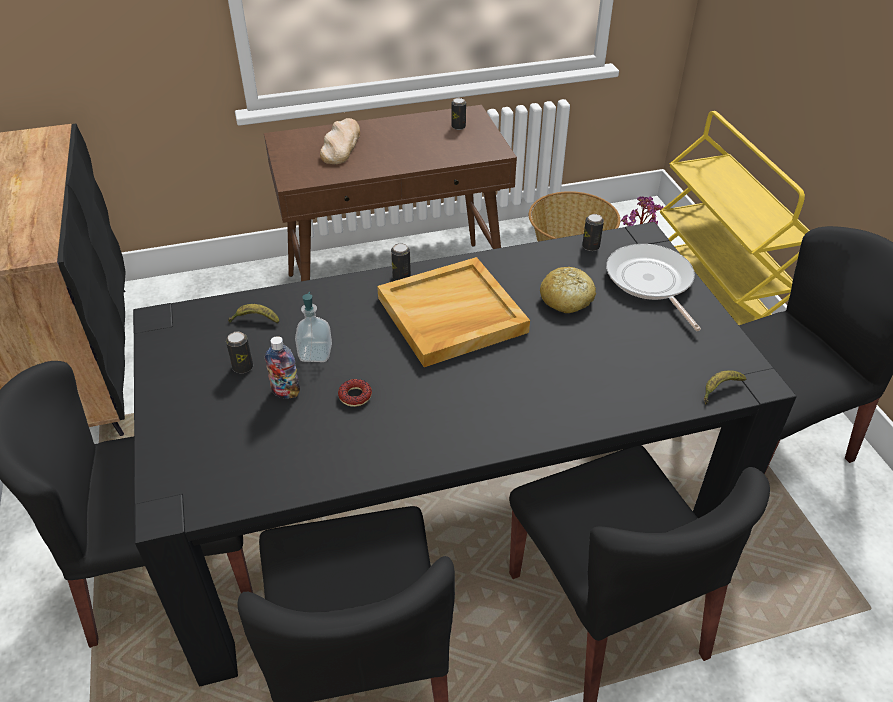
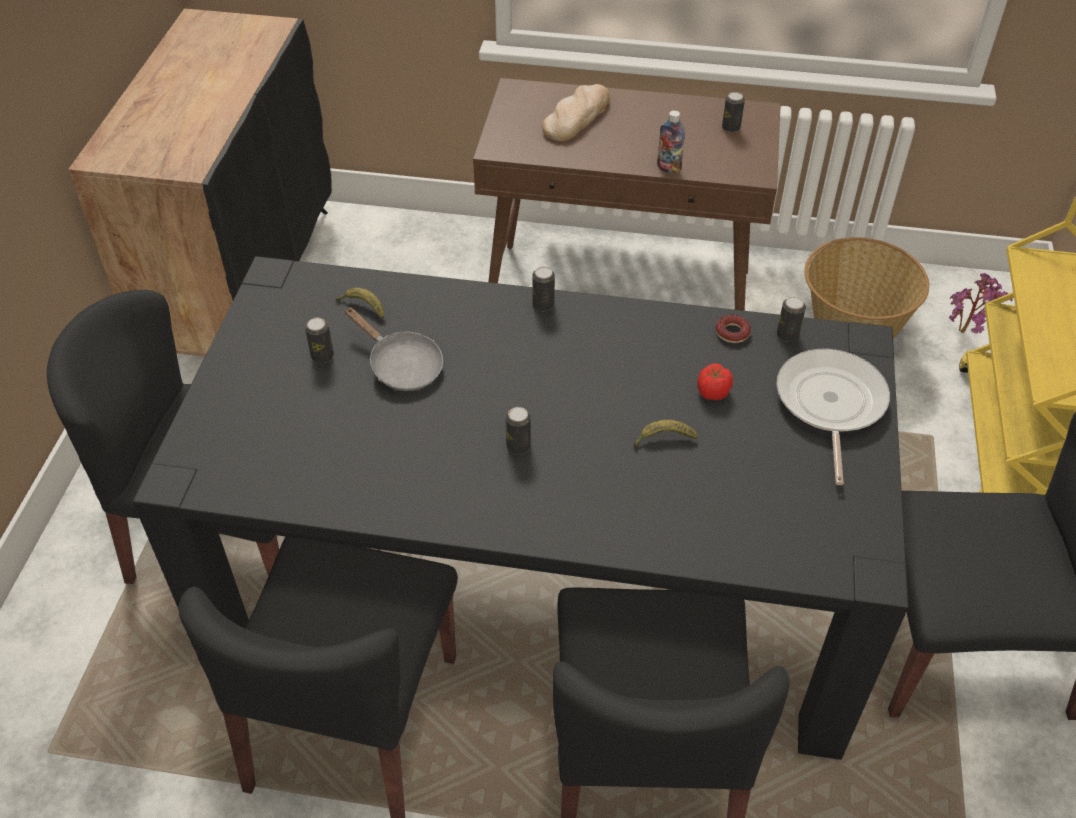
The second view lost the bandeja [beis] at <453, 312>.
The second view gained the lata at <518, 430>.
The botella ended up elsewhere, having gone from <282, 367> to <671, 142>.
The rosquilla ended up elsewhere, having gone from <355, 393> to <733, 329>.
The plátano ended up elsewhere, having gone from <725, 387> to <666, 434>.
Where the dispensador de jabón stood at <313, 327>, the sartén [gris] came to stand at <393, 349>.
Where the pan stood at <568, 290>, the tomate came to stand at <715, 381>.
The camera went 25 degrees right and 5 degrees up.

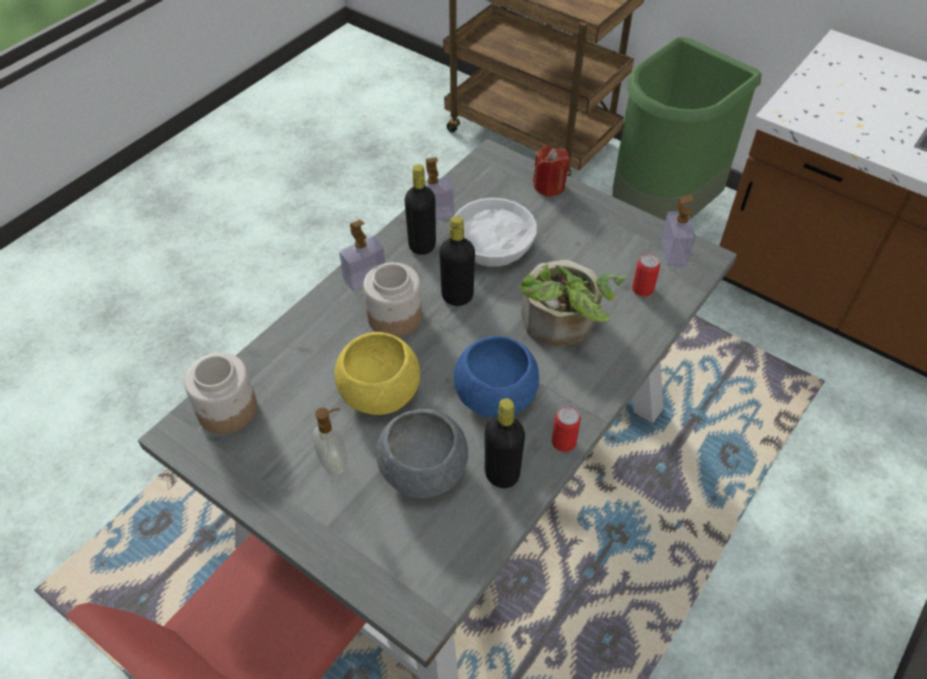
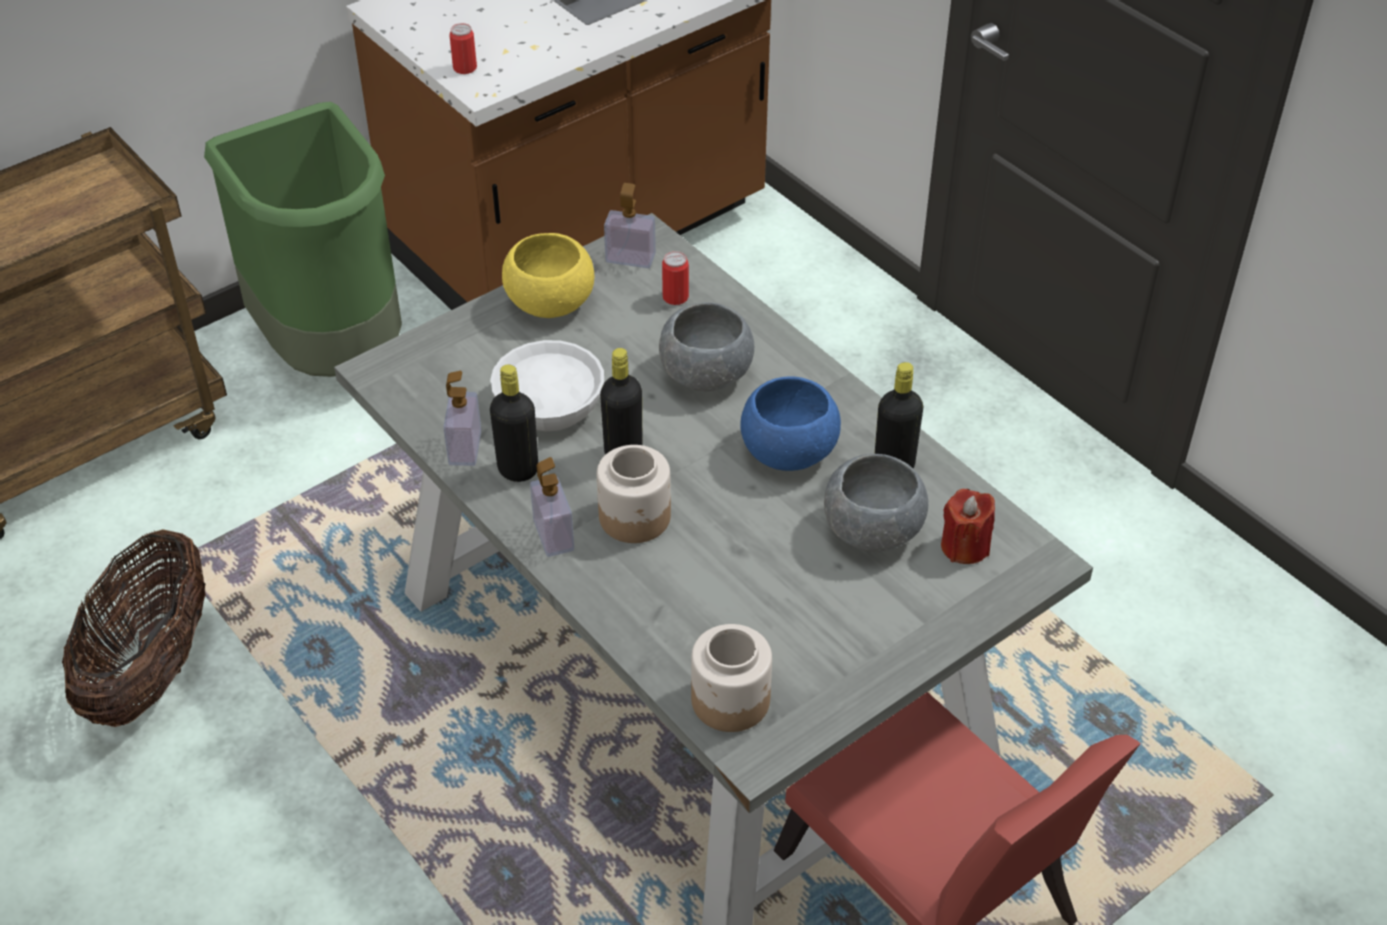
The second view lost the dispensador de jabón at <329, 442>.
The second view gained the cesta at <134, 628>.
The cuenco [amarillo] ended up elsewhere, having gone from <377, 373> to <548, 275>.
The vela [rojo] ended up elsewhere, having gone from <551, 171> to <968, 526>.
The lata ended up elsewhere, having gone from <566, 429> to <463, 48>.
Where the planta en maceta stood at <572, 303>, the cuenco [gris] came to stand at <706, 346>.
The camera went 75 degrees left and 5 degrees down.

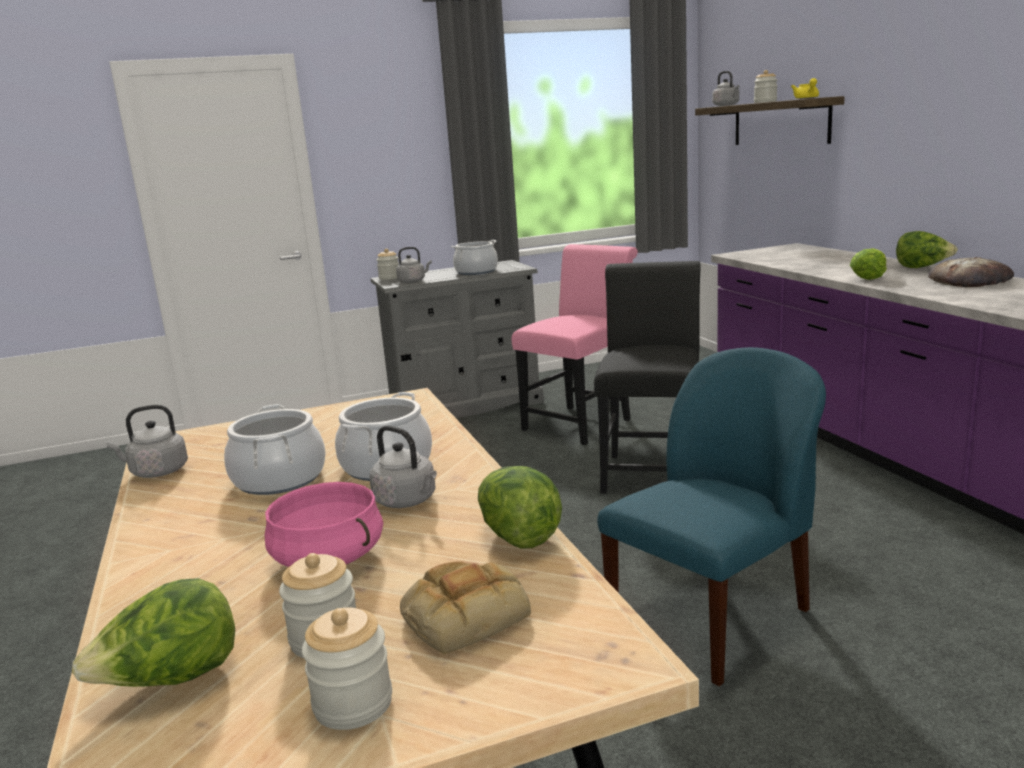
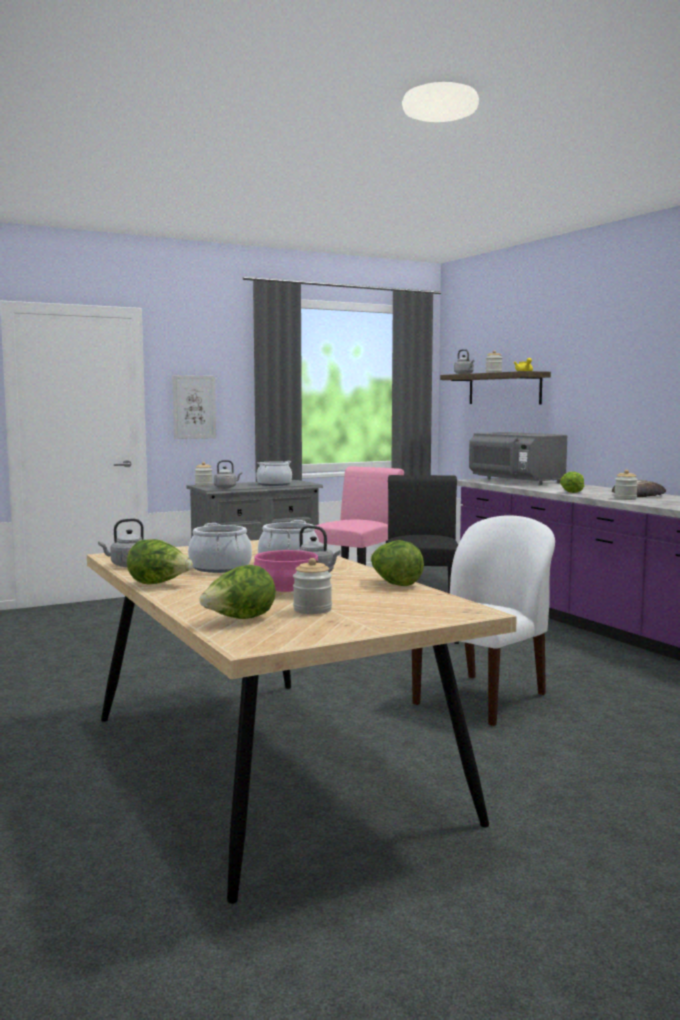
The second view lost the pan at <465, 607>.
The second view gained the cuadro at <194, 407>.
The second view gained the microondas [gris] at <518, 458>.
The tarro ended up elsewhere, having gone from <347, 669> to <626, 485>.
The lechuga ended up elsewhere, having gone from <927, 249> to <160, 562>.
What was the silla [azul] at <711, 516> turned into the silla [blanco] at <483, 620>.
The camera went 10 degrees left and 10 degrees down.

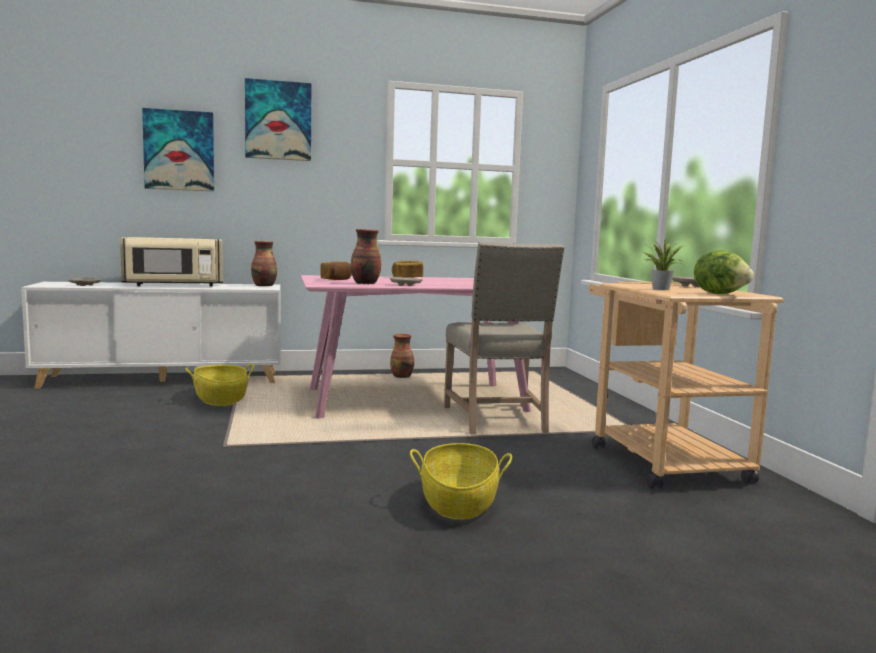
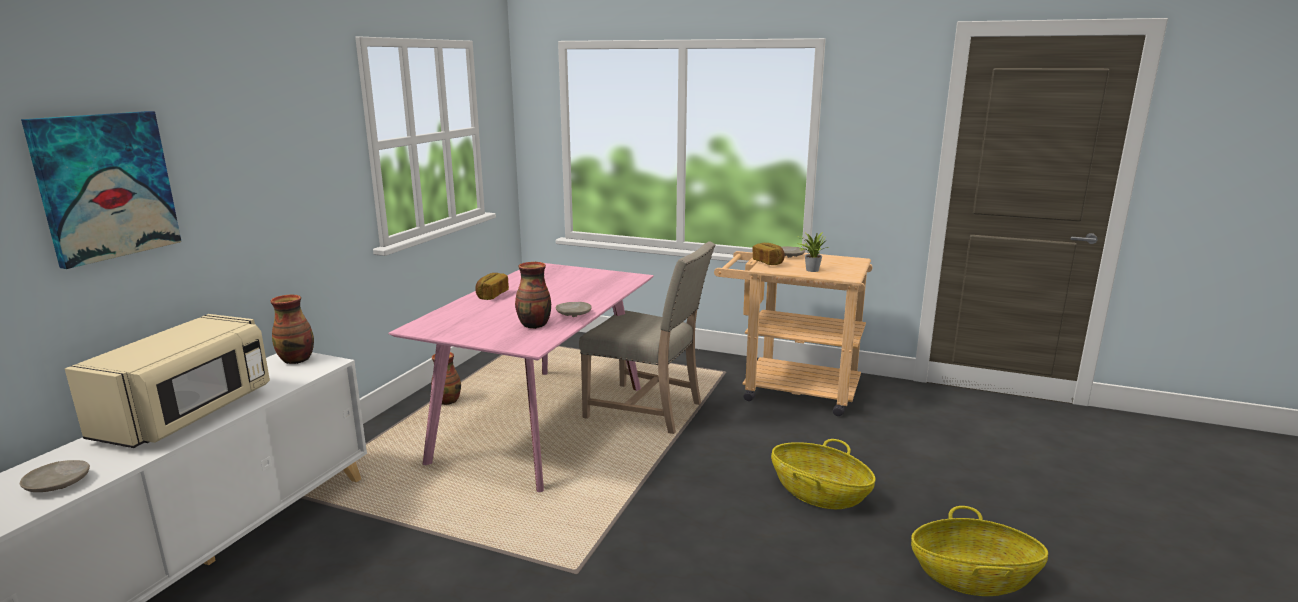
The second view lost the cuadro at <278, 119>.
The second view lost the lechuga at <724, 272>.
The cesta ended up elsewhere, having gone from <219, 384> to <979, 551>.
The pan ended up elsewhere, having gone from <336, 271> to <768, 254>.
The camera went 55 degrees left and 10 degrees up.

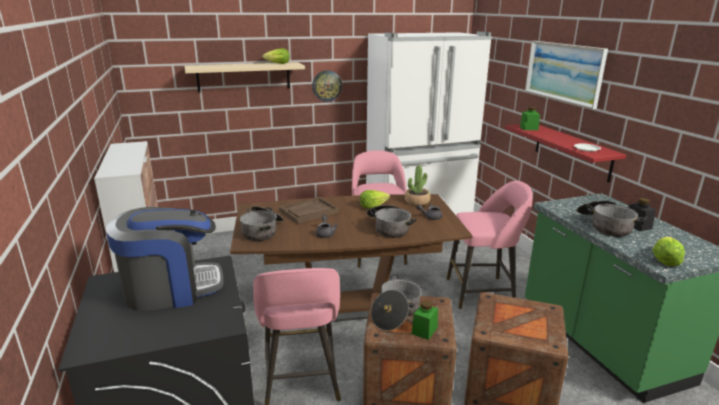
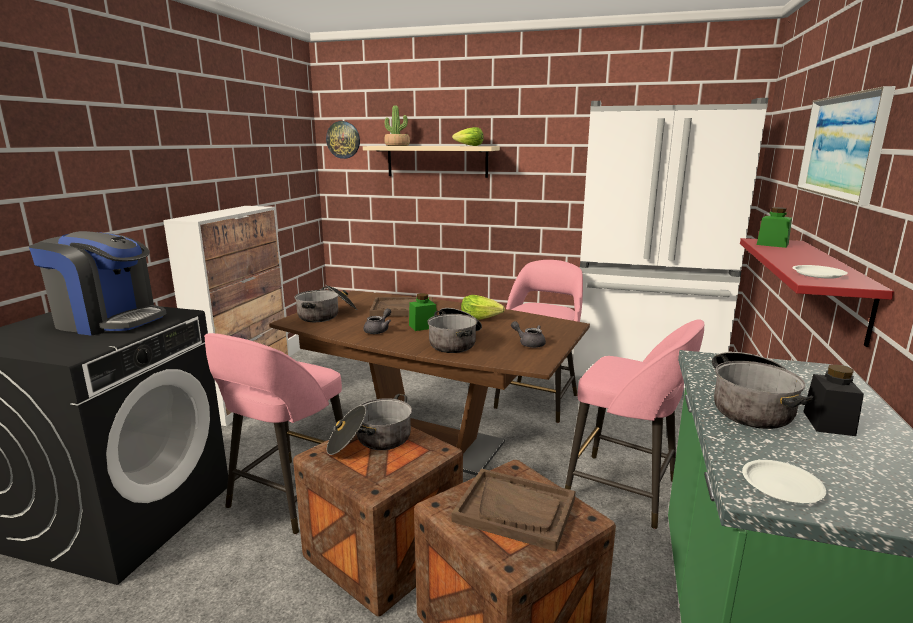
The second view gained the bandeja [marrón] at <514, 510>.
The reloj de pared ended up elsewhere, having gone from <327, 86> to <343, 140>.
The planta en maceta ended up elsewhere, having gone from <418, 185> to <397, 125>.
The tarro [verde] ended up elsewhere, having gone from <425, 320> to <423, 312>.
Where the lechuga stood at <668, 251>, the plato [blanco] came to stand at <784, 481>.
The camera went 35 degrees right and 5 degrees down.

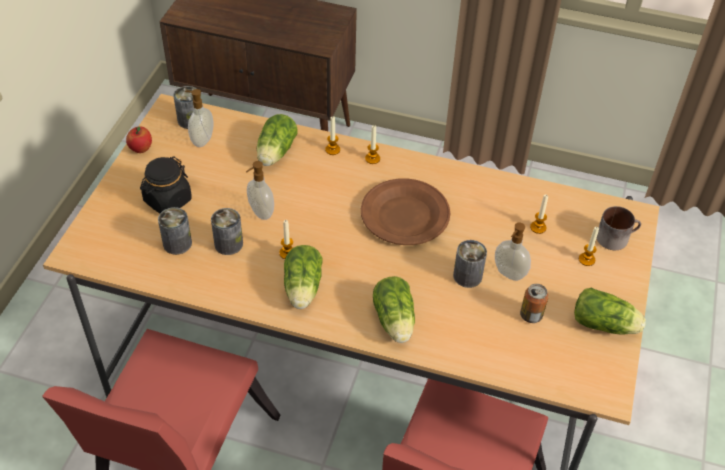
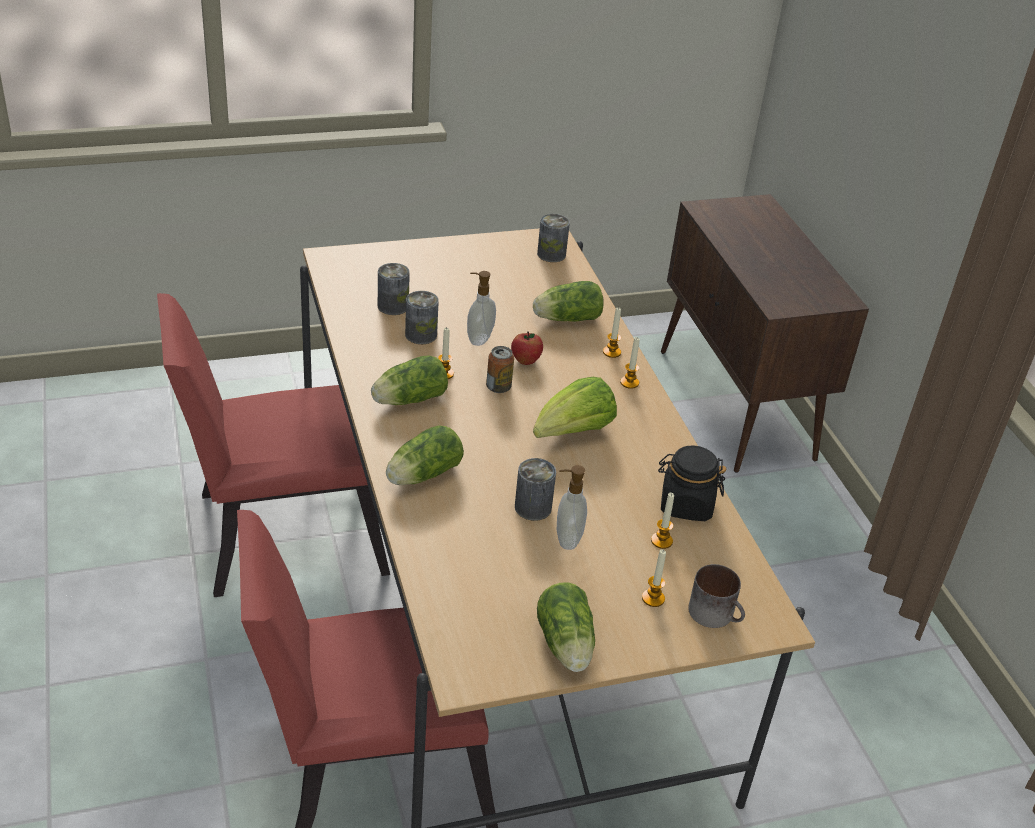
The second view lost the dispensador de jabón at <199, 118>.
The manzana ended up elsewhere, having gone from <139, 139> to <527, 348>.
The tarro [negro] ended up elsewhere, having gone from <166, 185> to <692, 483>.
The lata ended up elsewhere, having gone from <534, 303> to <500, 369>.
Where the plato [marrón] stood at <405, 211>, the lechuga came to stand at <575, 407>.
The camera went 55 degrees right and 10 degrees down.

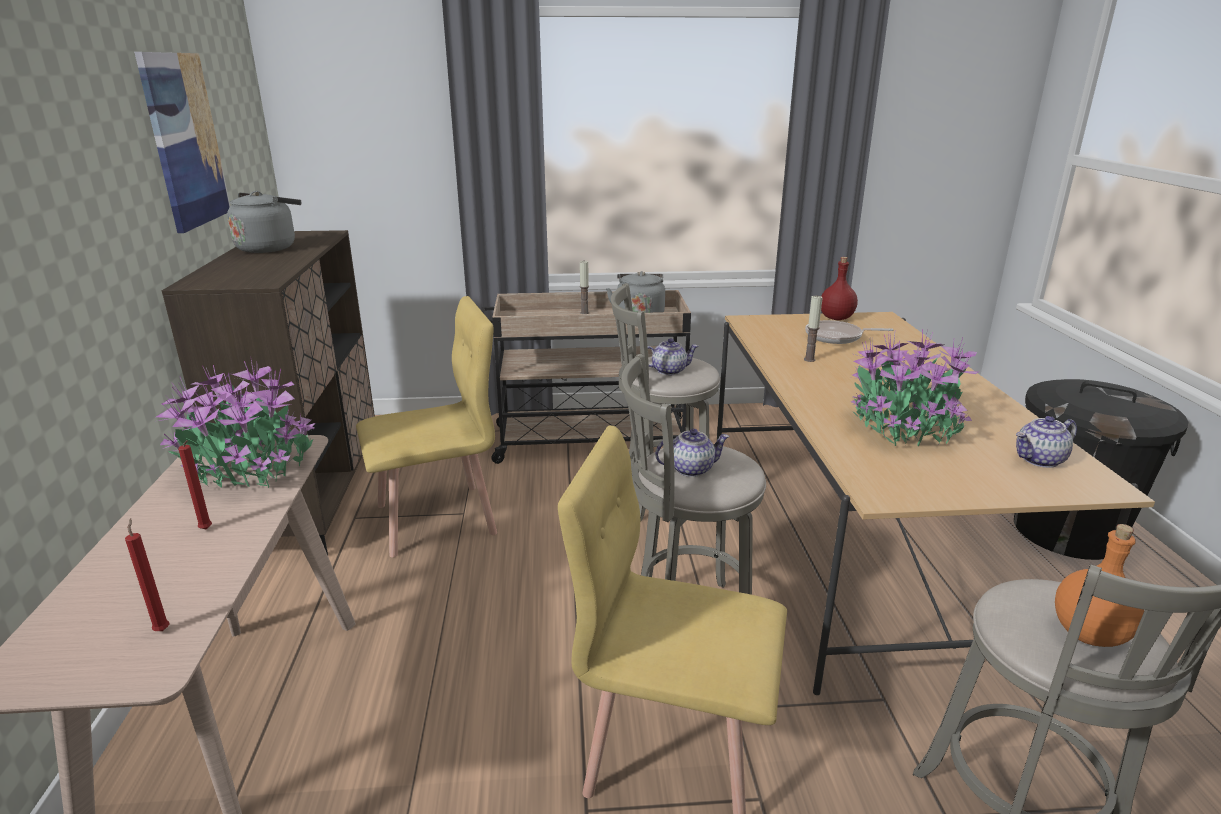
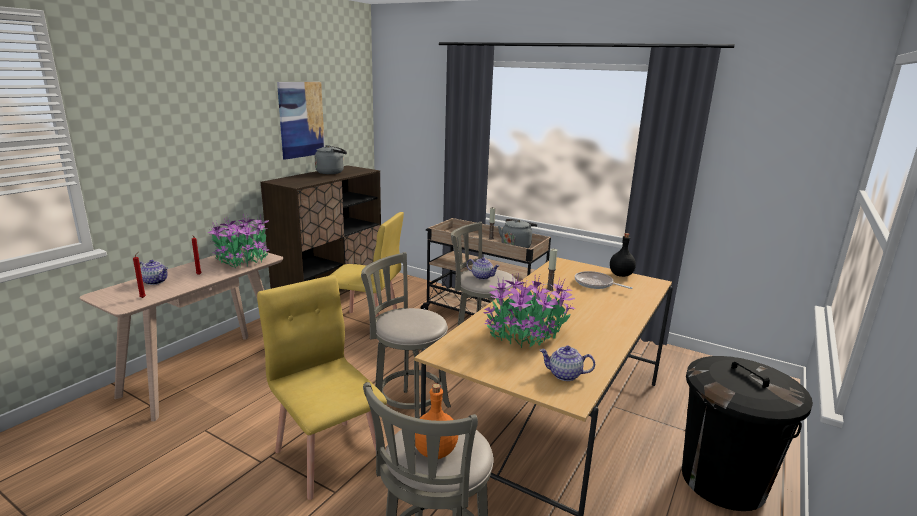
The tetera ended up elsewhere, having gone from <692, 453> to <153, 272>.
What was the botella [rojo] at <839, 288> turned into the botella [negro] at <623, 255>.
The camera went 35 degrees right and 5 degrees down.

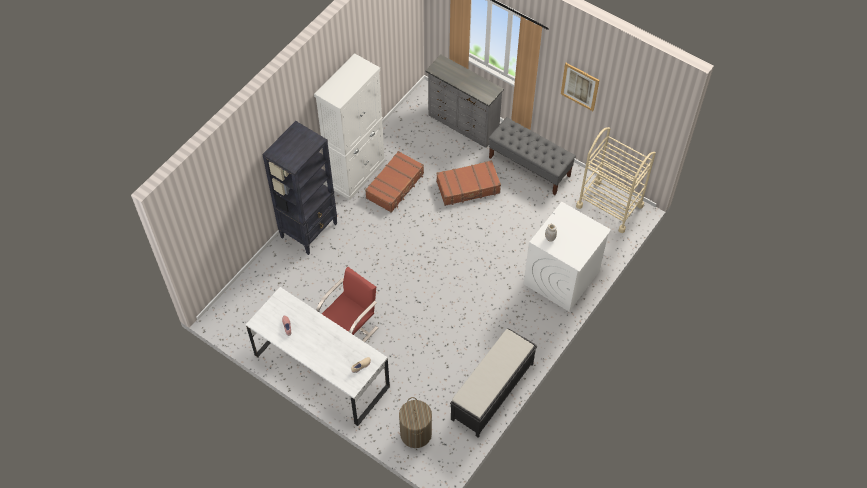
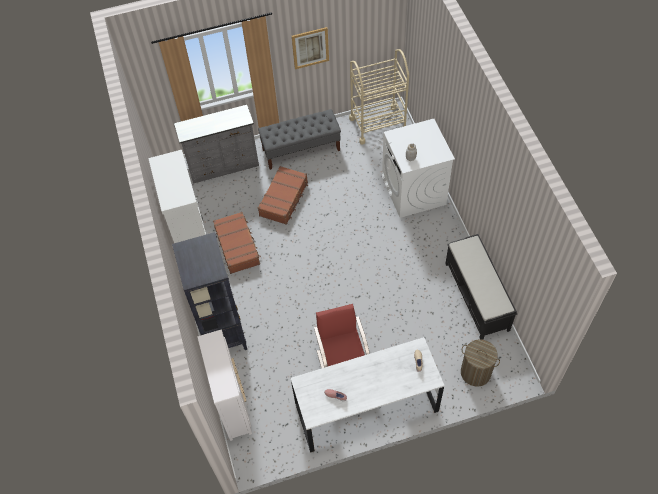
The second view gained the cómoda [blanco] at <224, 385>.
The camera went 50 degrees left and 0 degrees up.

